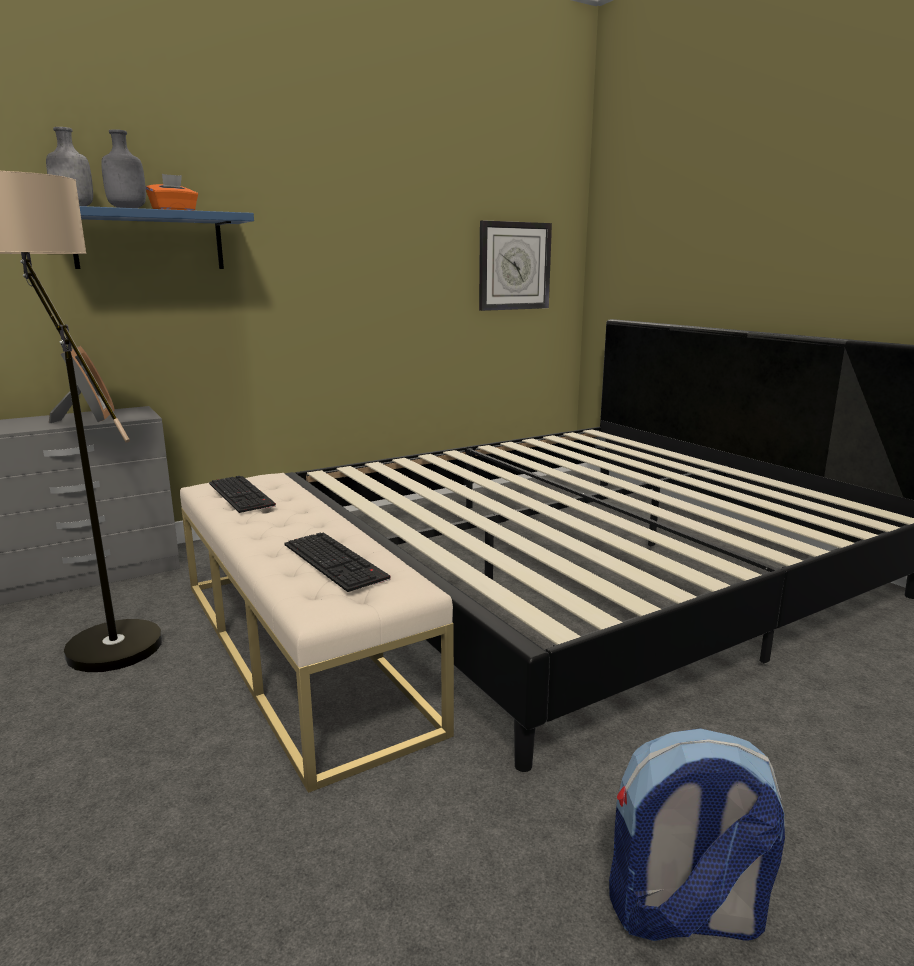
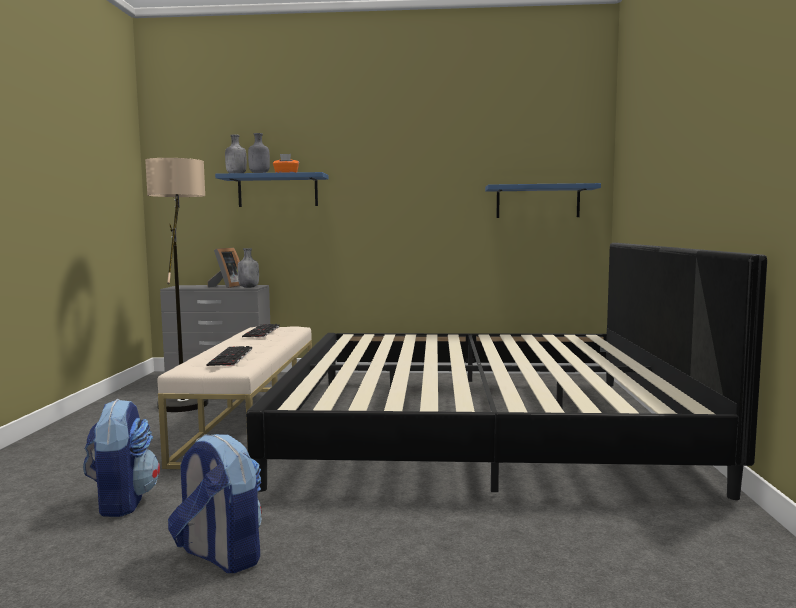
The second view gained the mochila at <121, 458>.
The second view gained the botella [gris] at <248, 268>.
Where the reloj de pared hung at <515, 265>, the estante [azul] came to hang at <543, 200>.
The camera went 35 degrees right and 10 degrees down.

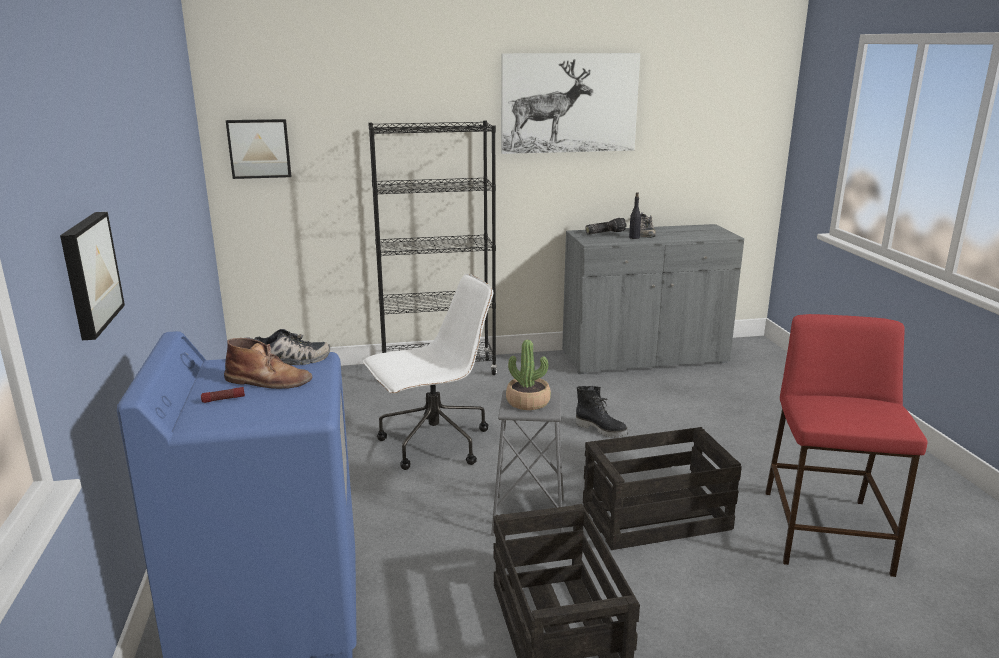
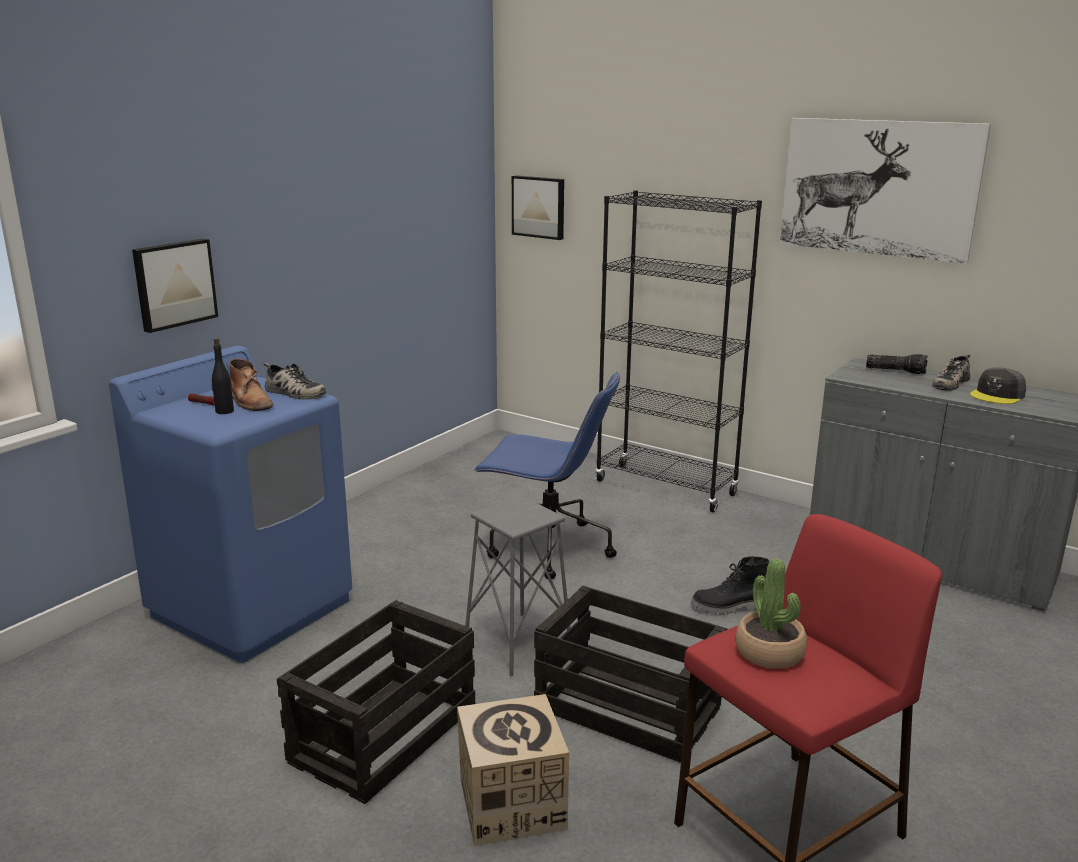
The second view gained the caja de cartón at <513, 770>.
The second view gained the gorra [gris] at <998, 385>.
The planta en maceta ended up elsewhere, having gone from <528, 375> to <771, 614>.
The botella [negro] ended up elsewhere, having gone from <635, 215> to <223, 376>.
What was the silla de oficina [blanco] at <428, 372> turned into the silla de oficina [azul] at <547, 475>.
The bota [negro] at <602, 412> ended up facing another way, 90 degrees clockwise from before.
The camera went 45 degrees right and 0 degrees up.

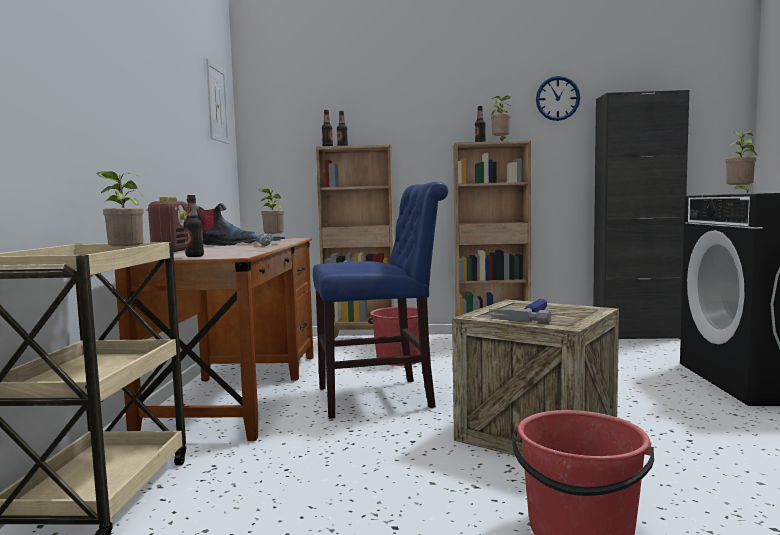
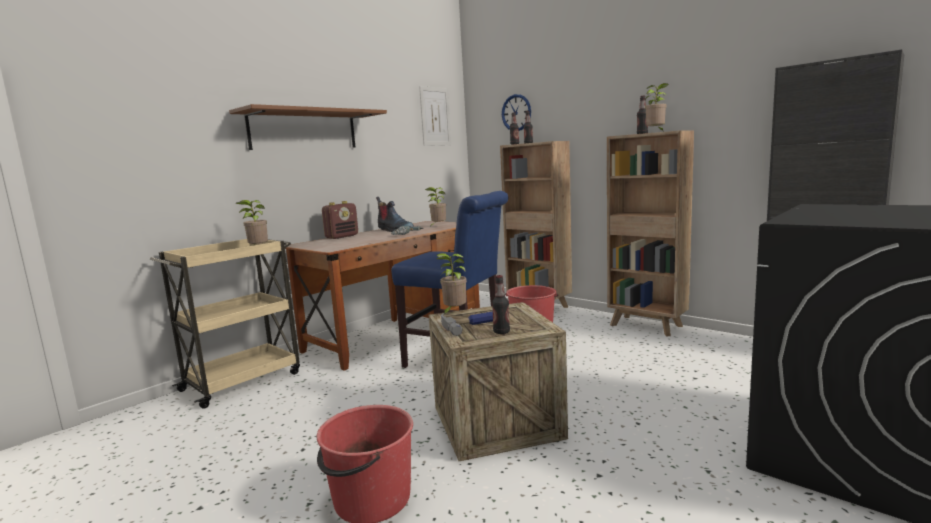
The second view gained the estante [marrón] at <308, 127>.
The botella ended up elsewhere, having gone from <194, 226> to <501, 304>.
The reloj de pared ended up elsewhere, having gone from <558, 98> to <516, 112>.
The planta en maceta ended up elsewhere, having gone from <741, 161> to <452, 284>.
The camera went 40 degrees right and 5 degrees up.

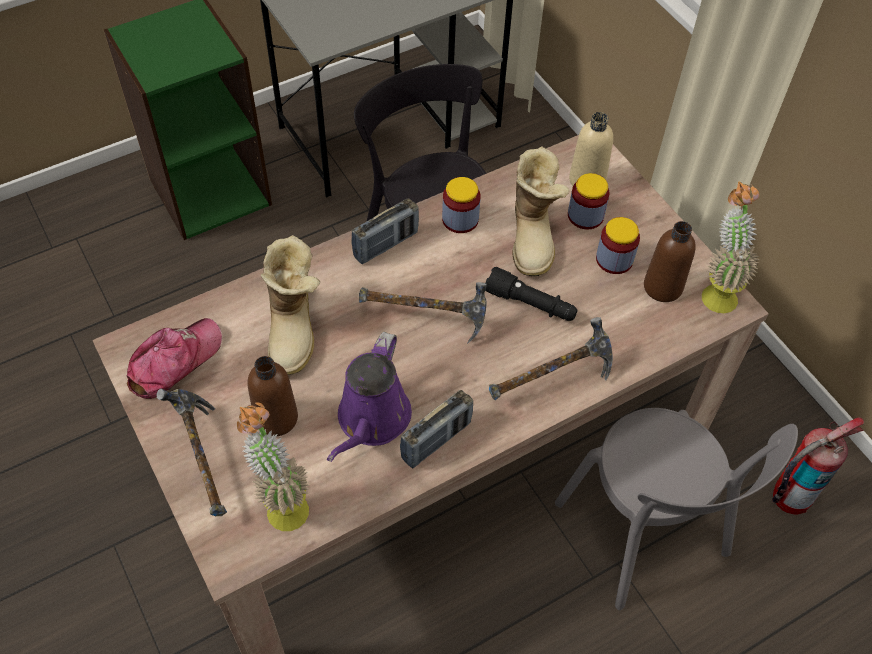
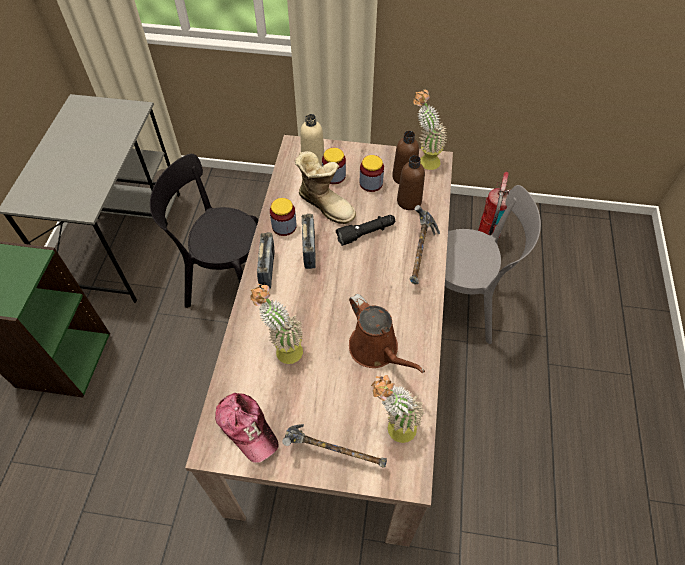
The second view lost the martillo at <423, 313>.
The botella [marrón] ended up elsewhere, having gone from <272, 396> to <411, 182>.
The radio ended up elsewhere, having gone from <436, 429> to <309, 241>.
Where the bota stood at <290, 305>, the planta en maceta came to stand at <276, 324>.
What was the regadera [morado] at <369, 397> turned into the regadera [marrón] at <387, 333>.
The gorra at <174, 358> ended up facing another way, 150 degrees clockwise from before.
The camera went 50 degrees left and 0 degrees up.

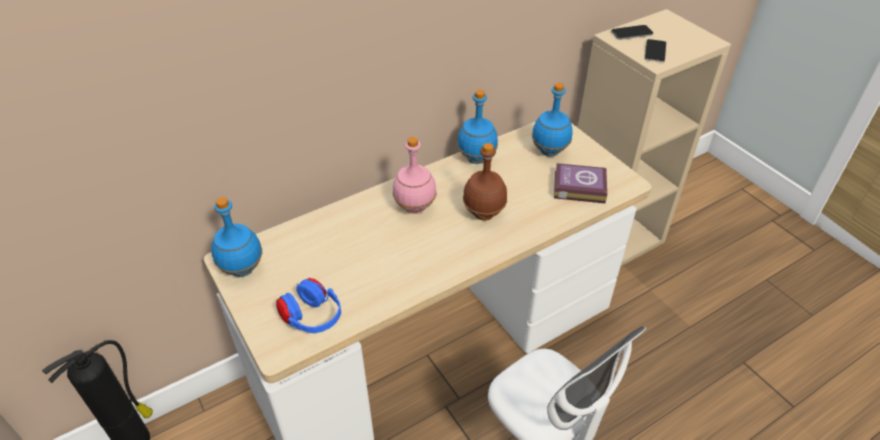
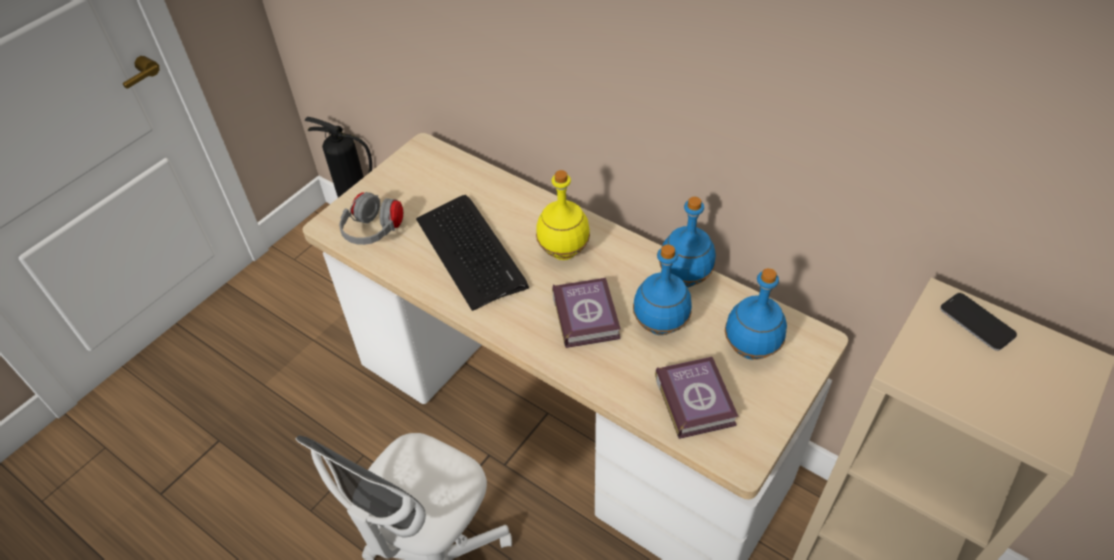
The second view lost the móvil at <655, 51>.
The second view gained the teclado at <472, 253>.
The botella [azul] ended up elsewhere, having gone from <236, 237> to <662, 289>.
Where the botella [marrón] stood at <485, 181>, the libro came to stand at <586, 313>.
What was the auriculares [azul] at <308, 305> turned into the auriculares [gris] at <371, 218>.
What was the botella [rosa] at <415, 175> turned into the botella [amarillo] at <563, 215>.
The camera went 70 degrees right and 5 degrees up.

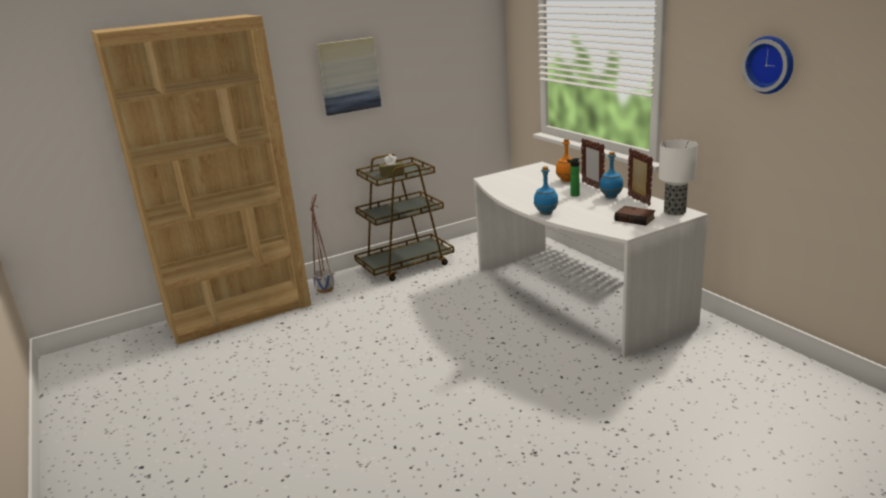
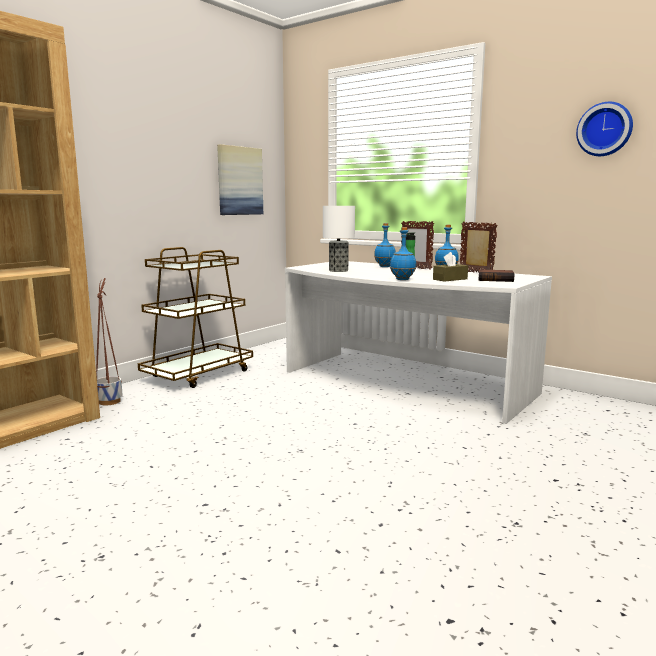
The cuadro ended up elsewhere, having gone from <349, 76> to <240, 179>.
The caja de pañuelos [marrón] ended up elsewhere, having gone from <391, 165> to <450, 267>.
The lámpara de mesa ended up elsewhere, having gone from <678, 177> to <339, 239>.
What was the botella [naranja] at <564, 160> turned into the botella [azul] at <385, 245>.
The camera went 25 degrees left and 10 degrees down.

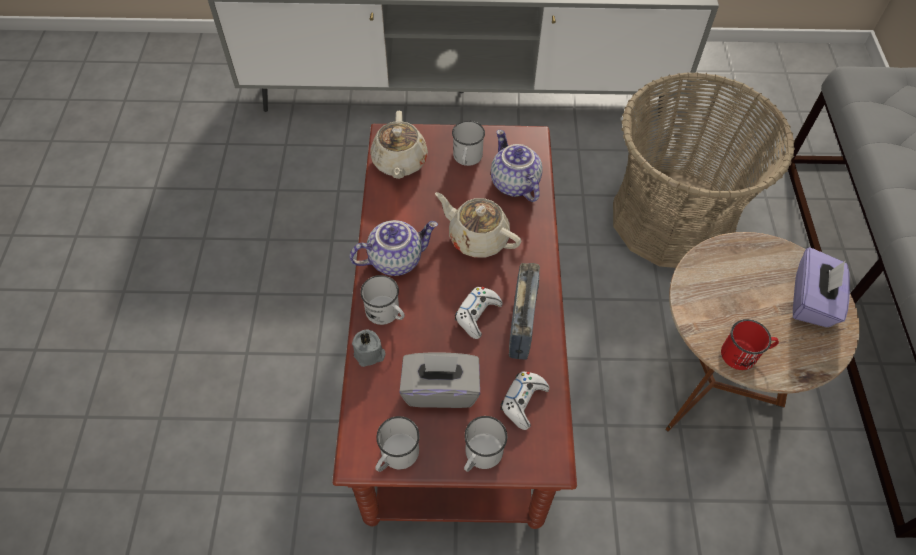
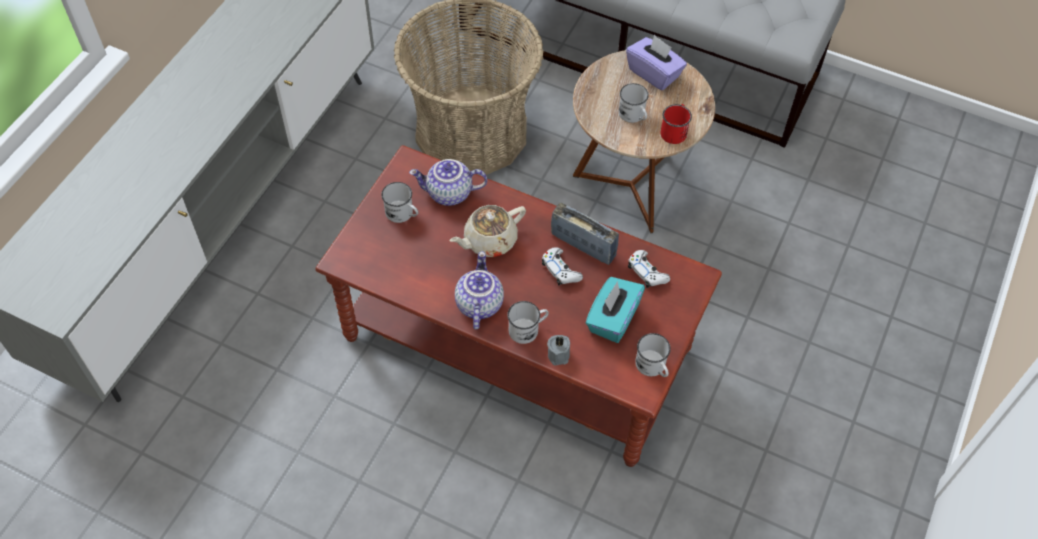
The second view lost the tetera [beis] at <399, 144>.
The taza grande [blanco] ended up elsewhere, having gone from <485, 444> to <634, 103>.
What was the caja de pañuelos [gris] at <439, 380> turned into the caja de pañuelos [turquesa] at <615, 310>.
The camera went 65 degrees left and 0 degrees up.

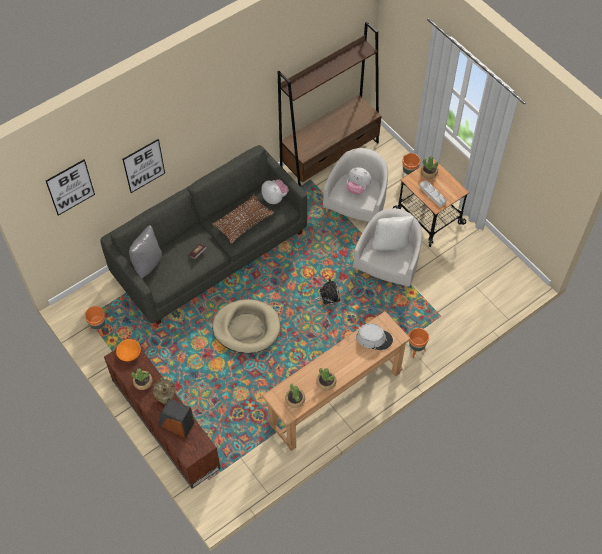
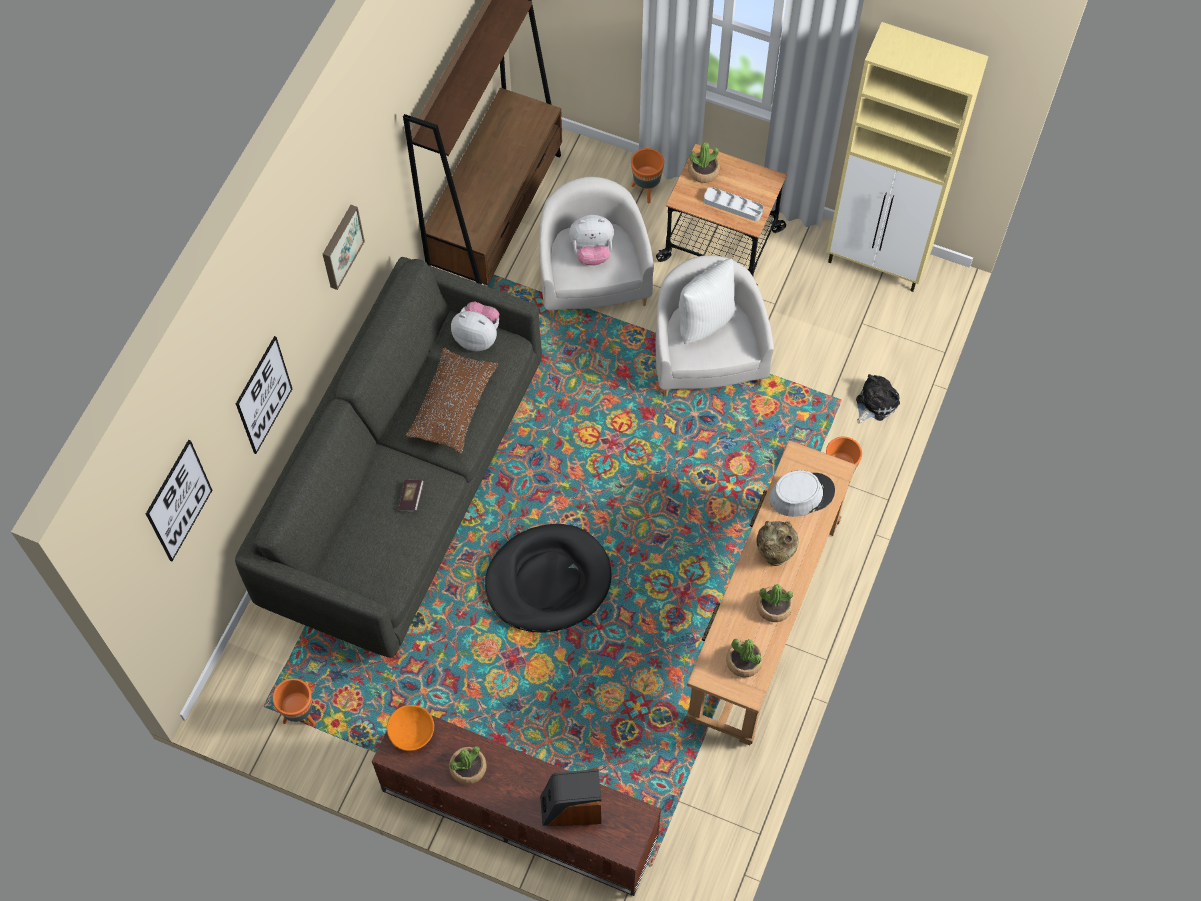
The second view lost the cojín [gris] at <145, 251>.
The second view gained the cuadro at <344, 247>.
The second view gained the armario [beis] at <907, 157>.
The florero [beis] ended up elsewhere, having gone from <164, 390> to <778, 543>.
The peluche ended up elsewhere, having gone from <327, 291> to <878, 399>.
What was the cama para perro [beis] at <246, 326> turned into the cama para perro [negro] at <548, 578>.
The camera went 30 degrees left and 5 degrees up.

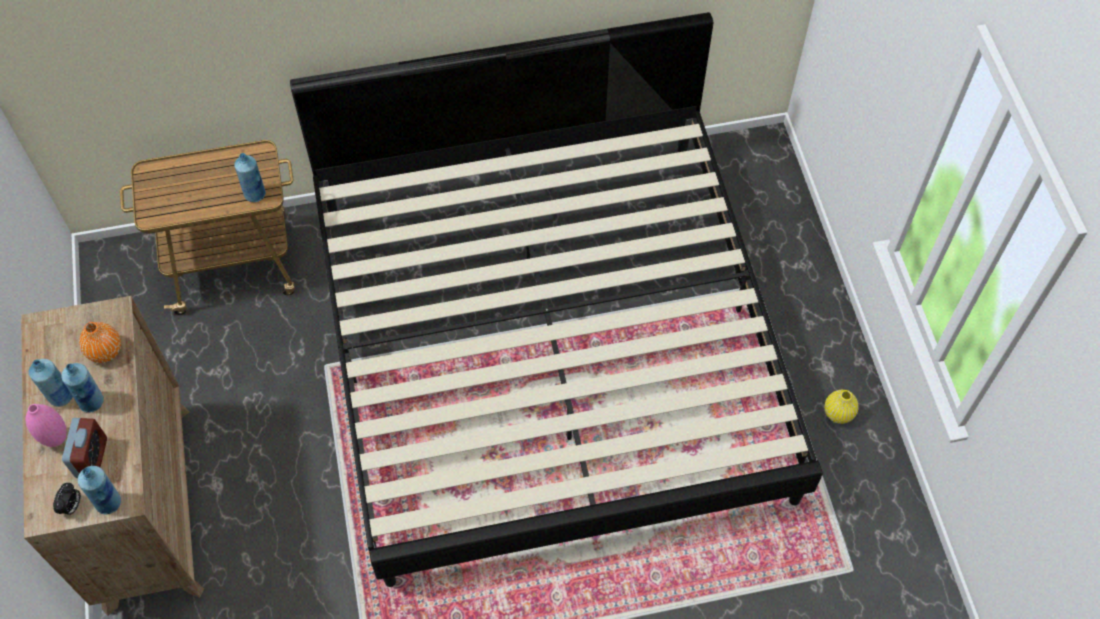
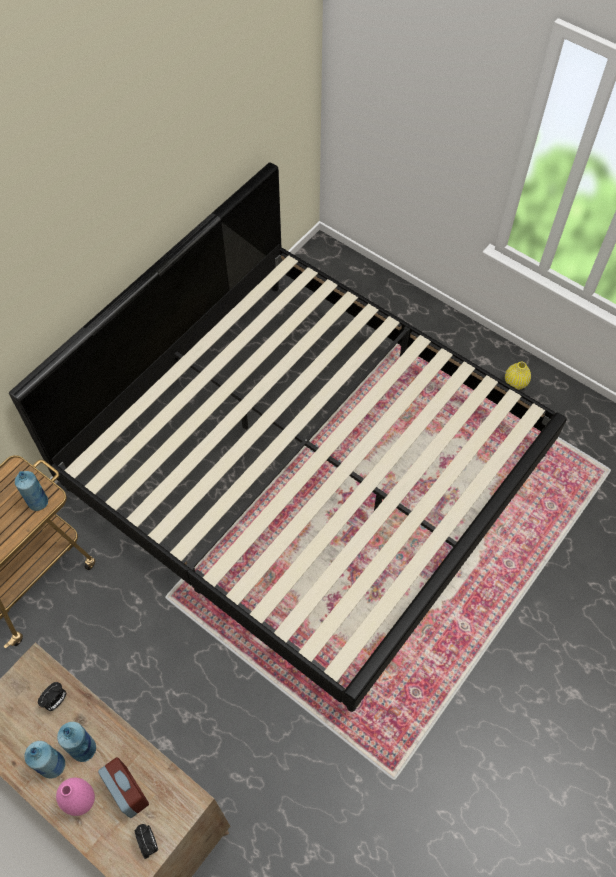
The second view lost the botella [azul] at <99, 490>.
Where the florero [naranja] stood at <100, 342>, the despertador came to stand at <52, 696>.
The camera went 40 degrees left and 0 degrees up.

